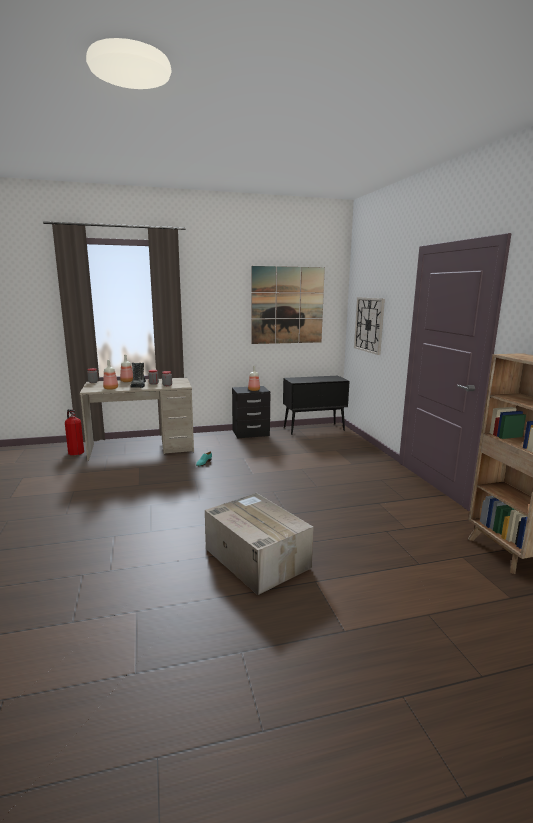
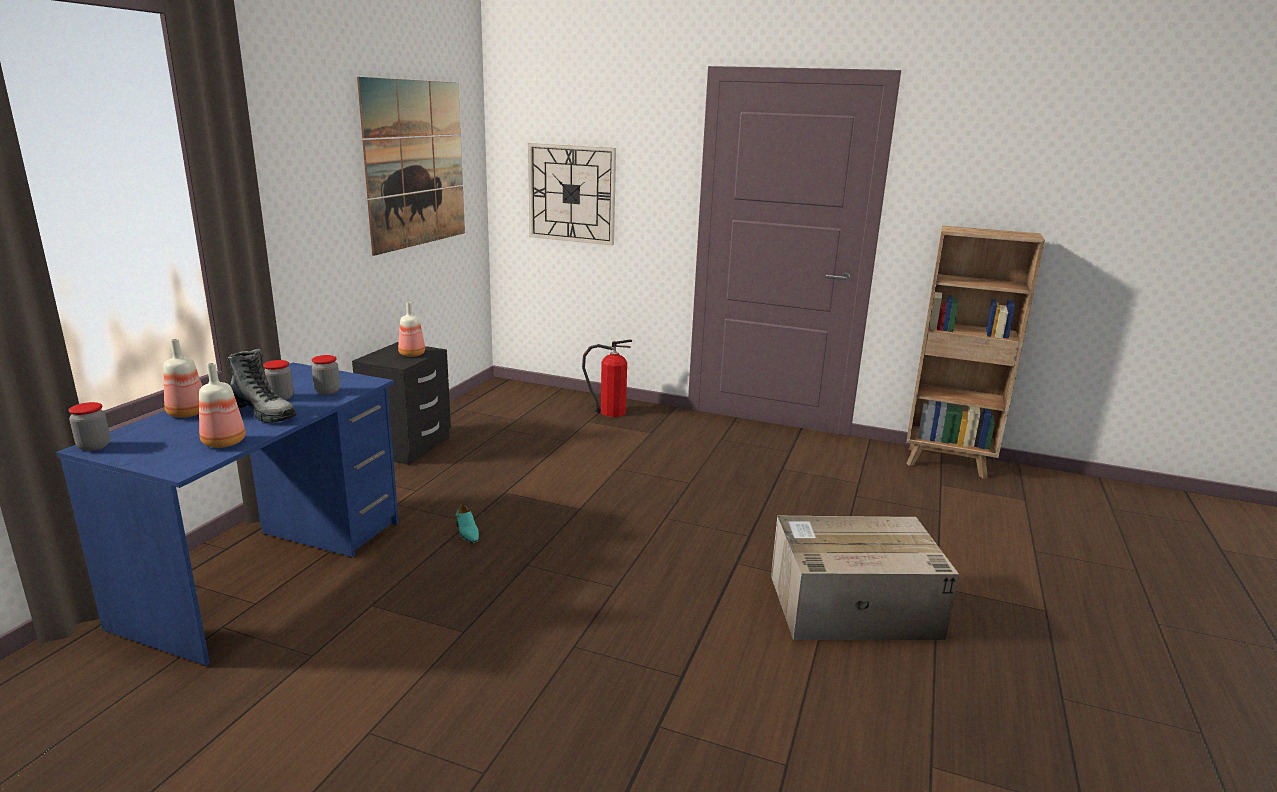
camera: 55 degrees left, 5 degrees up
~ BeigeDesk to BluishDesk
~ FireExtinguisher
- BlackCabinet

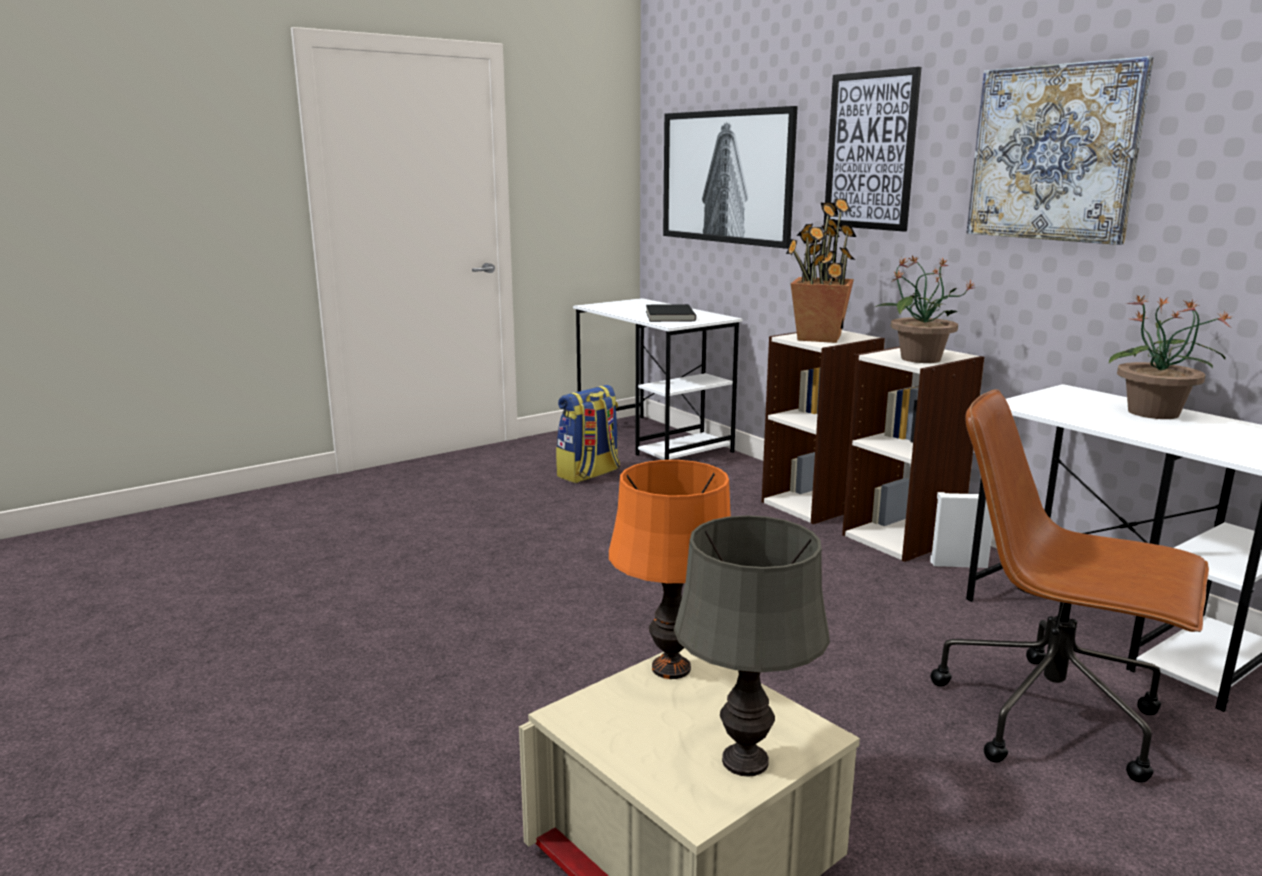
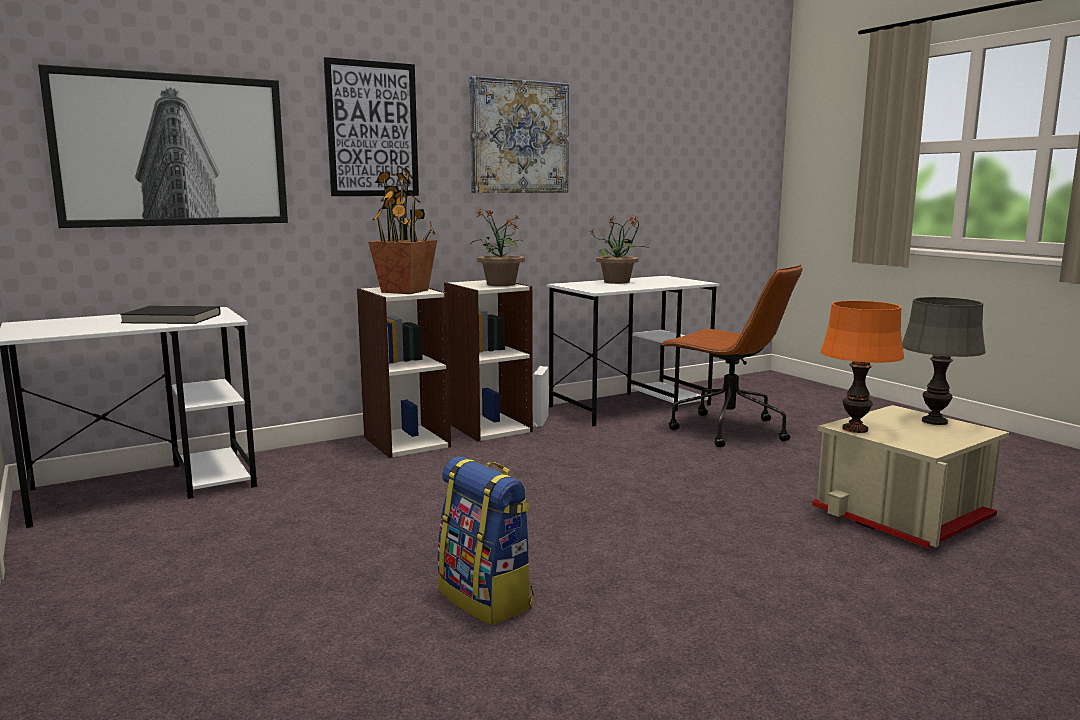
camera: 85 degrees left, 5 degrees down
~ Backpack
~ BrownComputerChair 90 degrees counterclockwise

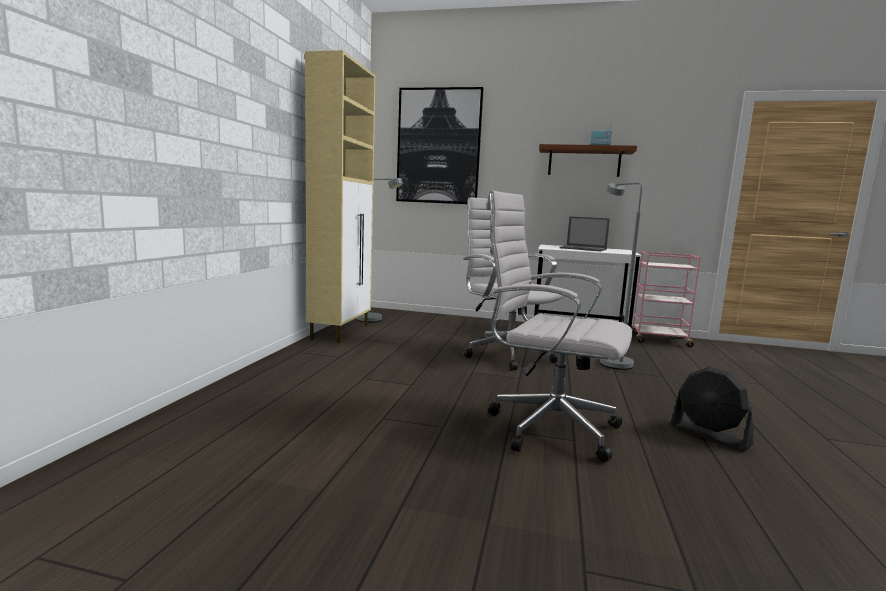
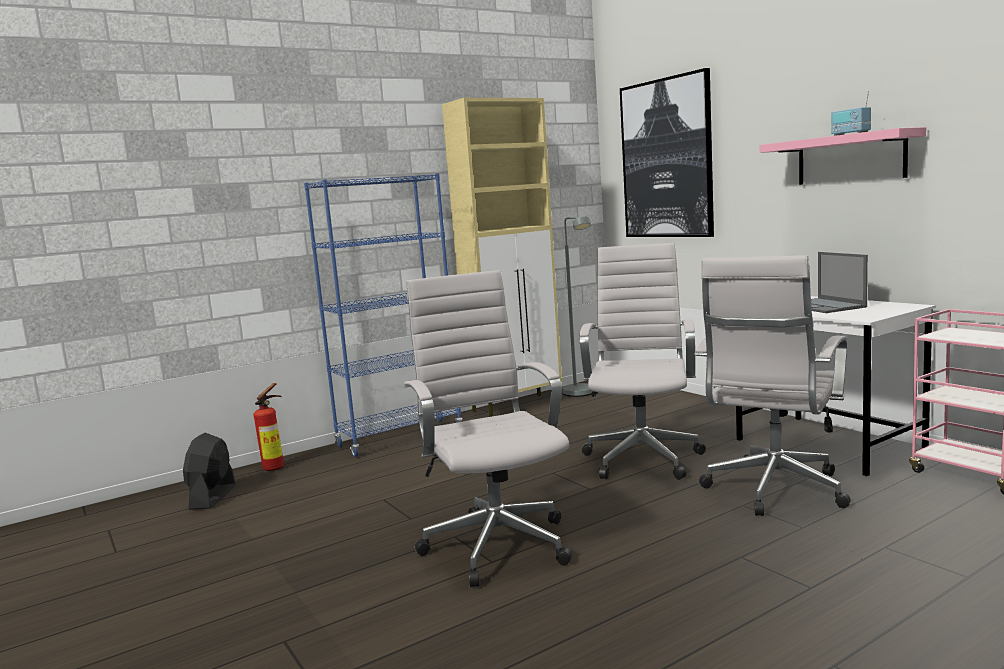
camera: 45 degrees right, 0 degrees up
~ BlackFan
+ FireExtinguisher
+ BluishBookshelf
~ GreyFloorLamp (no. 2 from left) to WhiteColouredComputerChair (no. 3 from left)
~ BrownWallShelf to PinkWallShelf

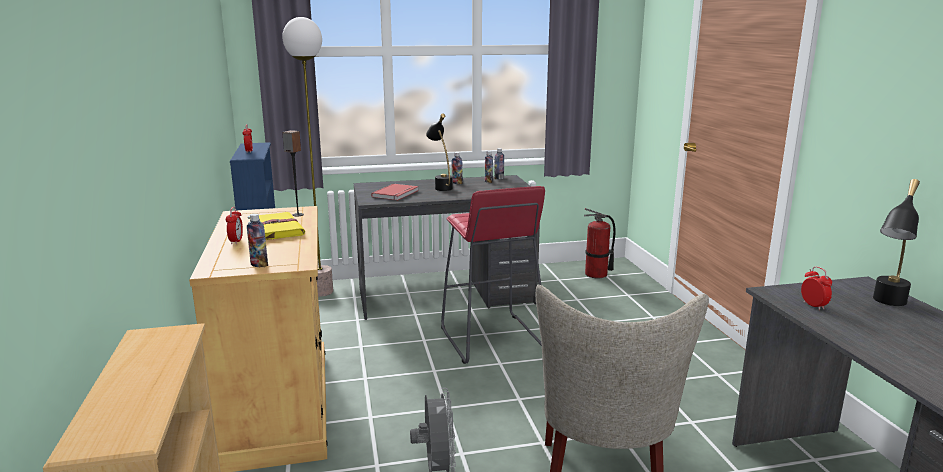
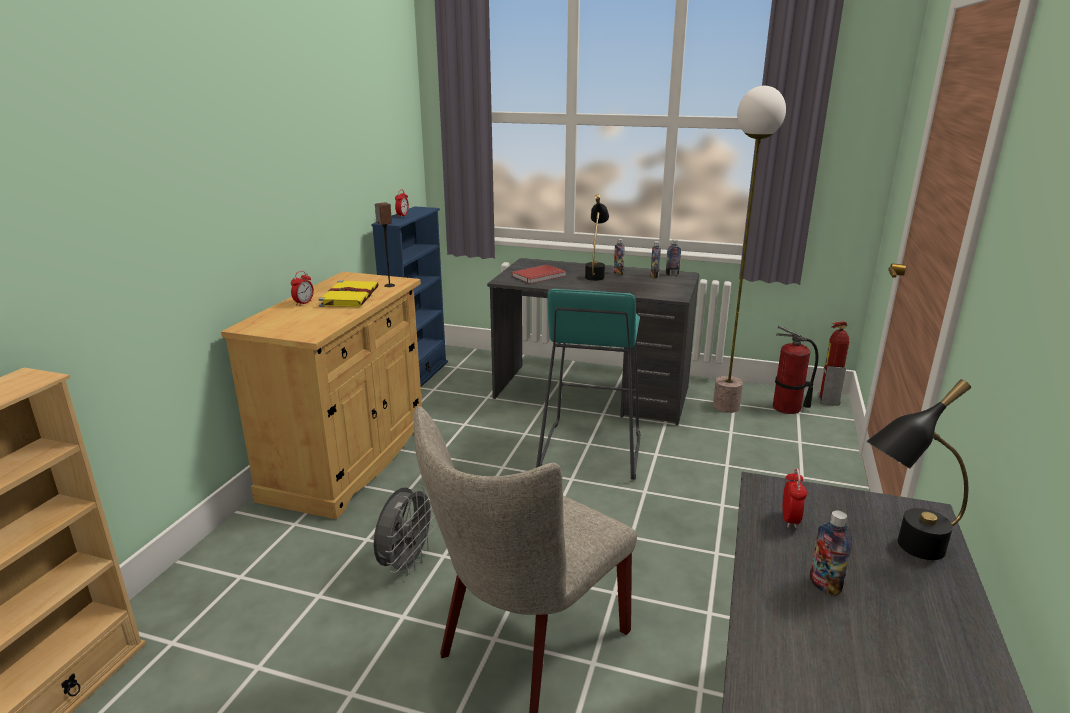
camera: 30 degrees right, 5 degrees up
~ RedColouredSittingStool to BlueGreenSittingStool
~ FloorLamp
~ BeverageBottle (no. 1 from left in the first image) to BeverageBottle (no. 4 from left)
+ FireExtinguisher (no. 2 from left)

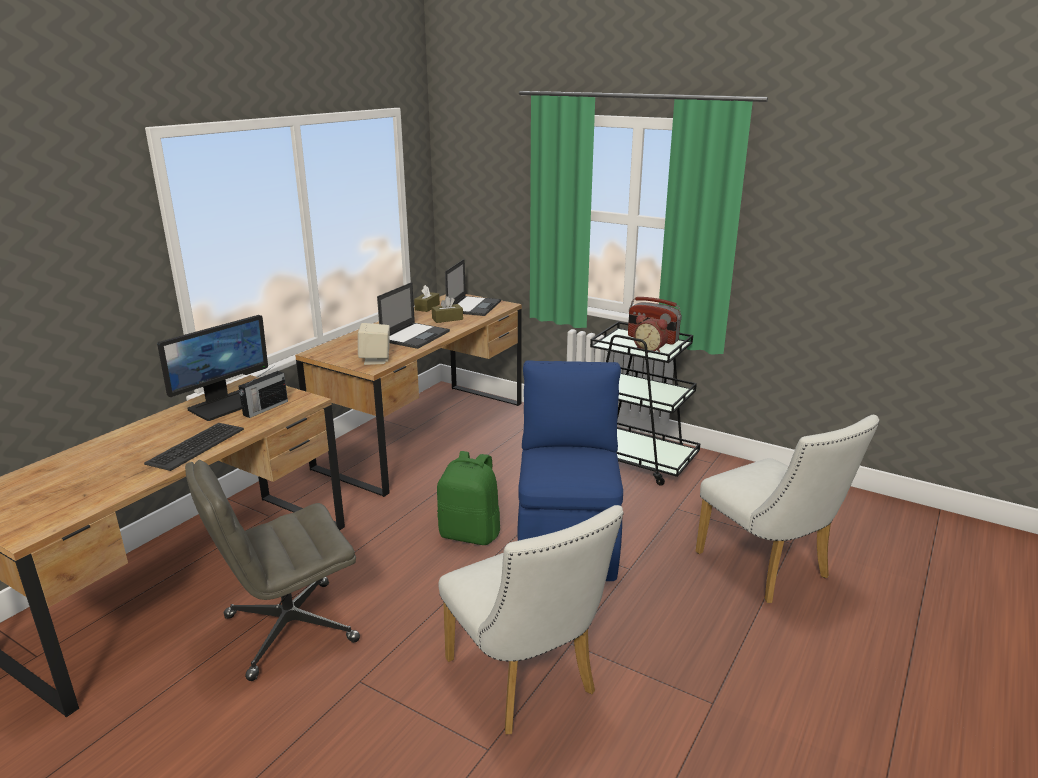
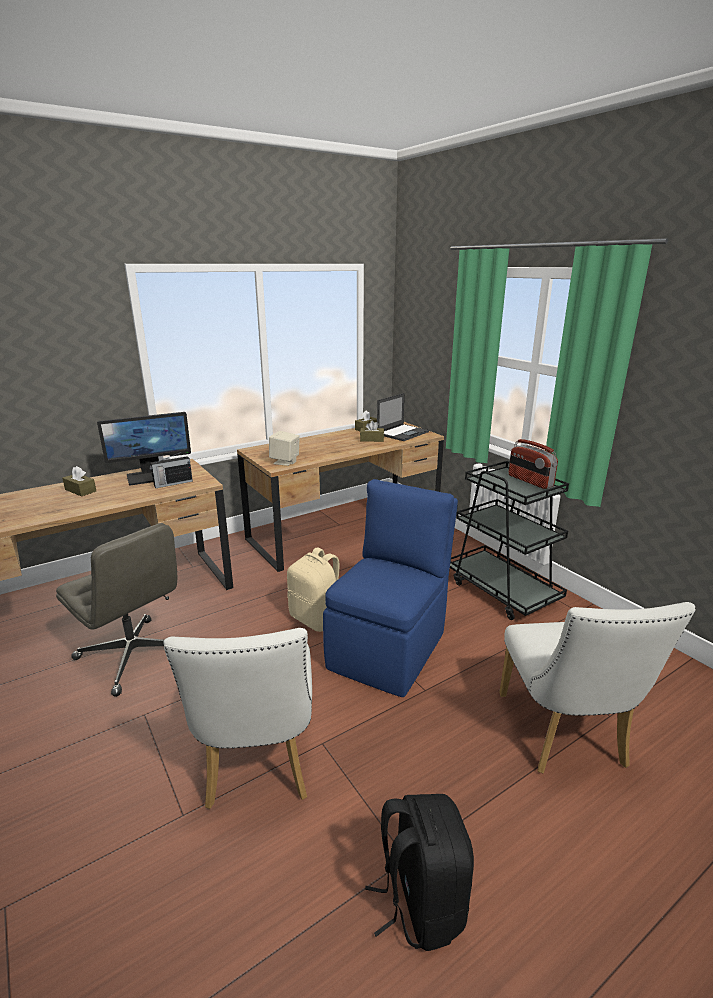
camera: 25 degrees right, 0 degrees up
~ GreyComputerChair 135 degrees counterclockwise
+ BrownTissueBox (no. 1 from left)
~ GreenColouredBackpack to BeigeBackpack
+ BlackBackpack
- Keyboard
- Laptop (no. 1 from left)
- AlarmClock

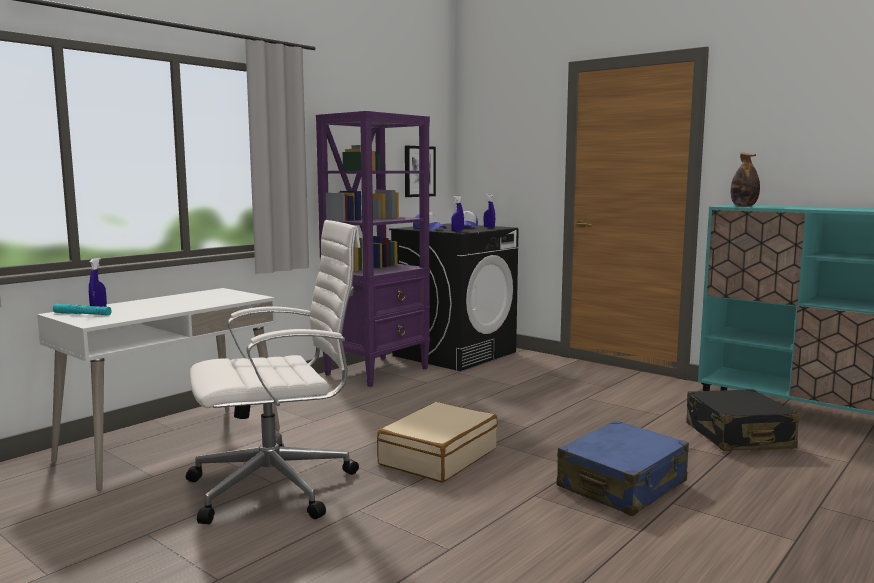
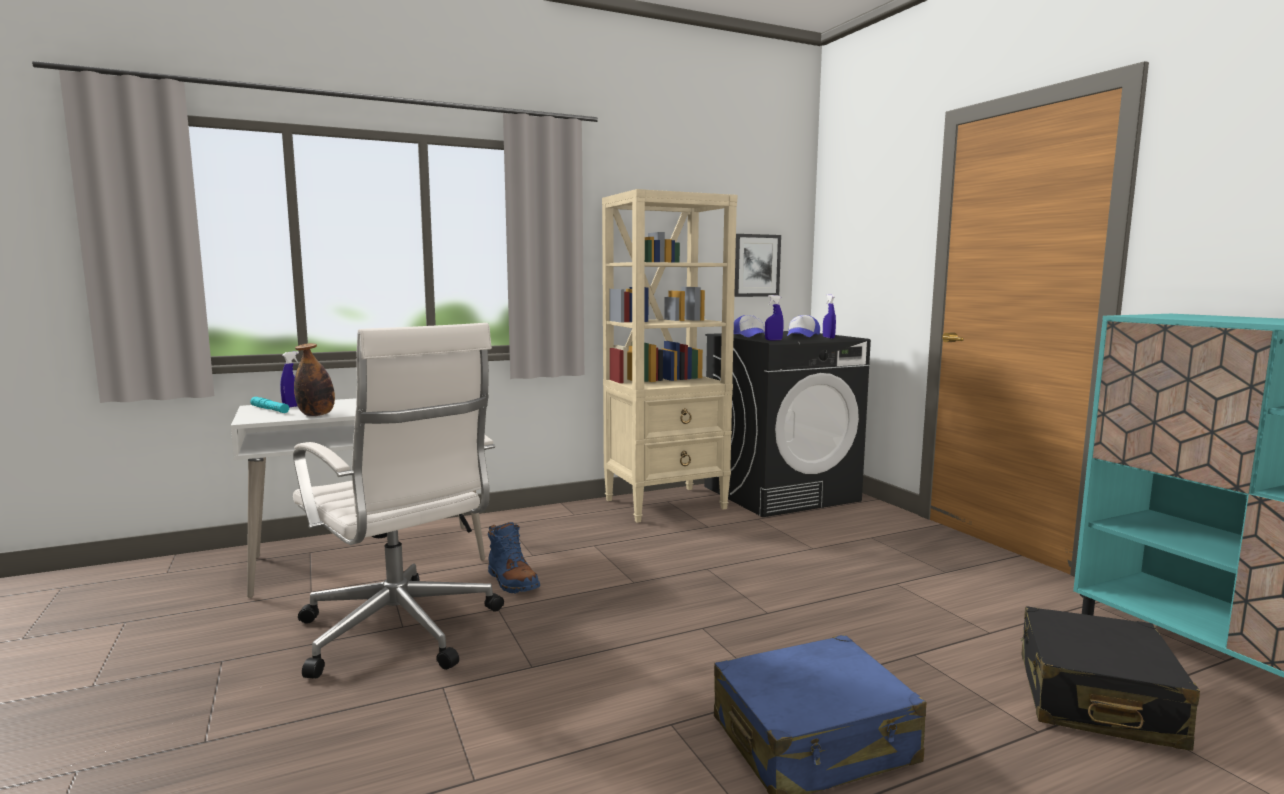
camera: 25 degrees right, 0 degrees up
~ WhiteColouredComputerChair 45 degrees clockwise
~ BeverageBottle
+ BluishBoot
~ PurpleColouredBookshelf to BeigeBookshelf
- BeigePieceOfLuggage

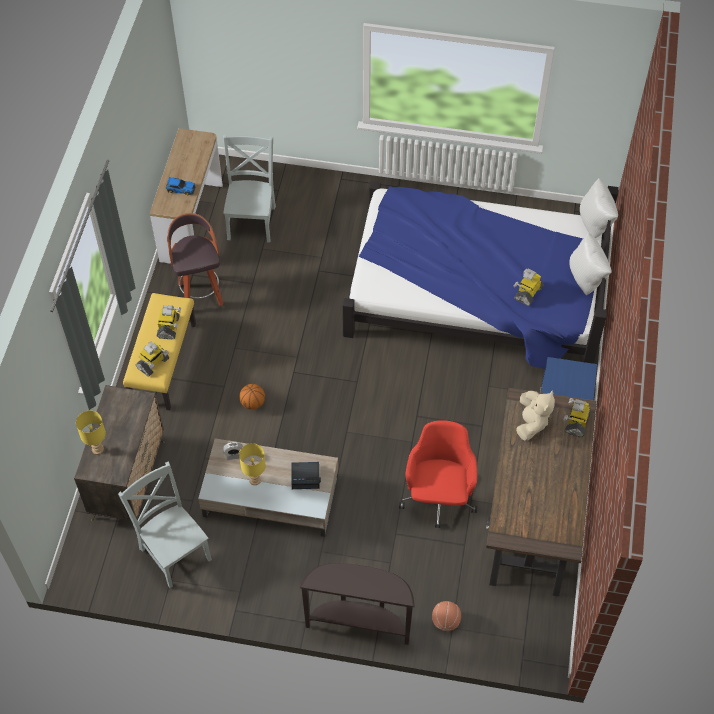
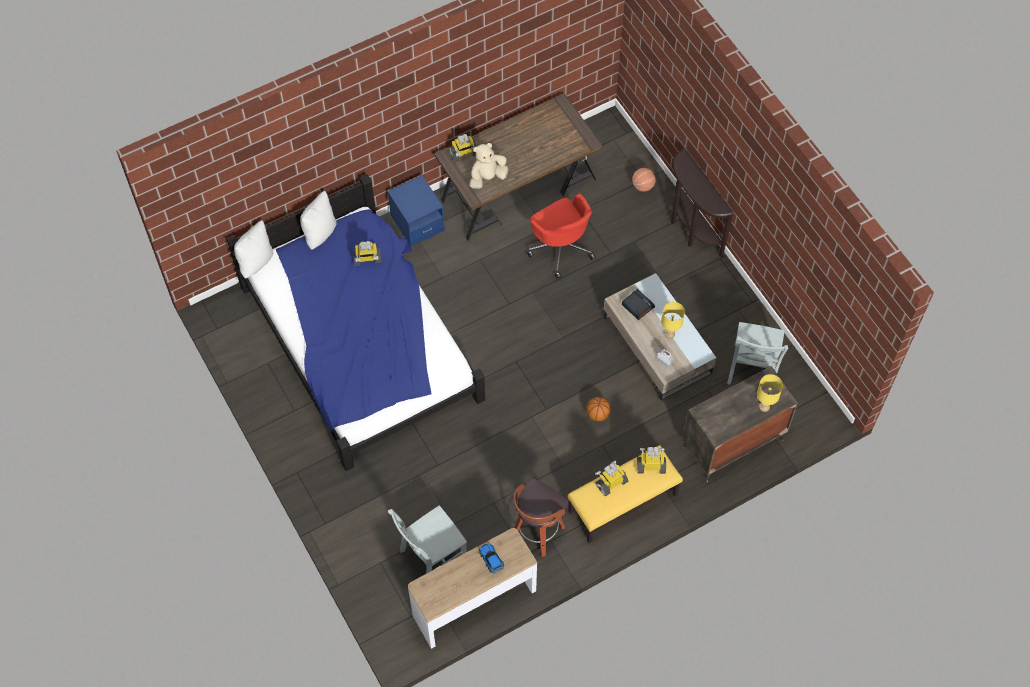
camera: 130 degrees left, 5 degrees up
~ RedColouredComputerChair 90 degrees counterclockwise

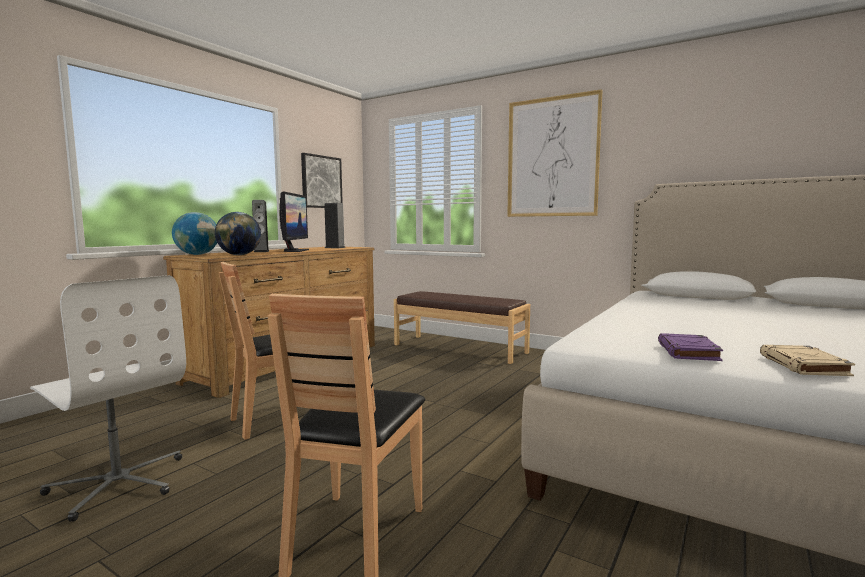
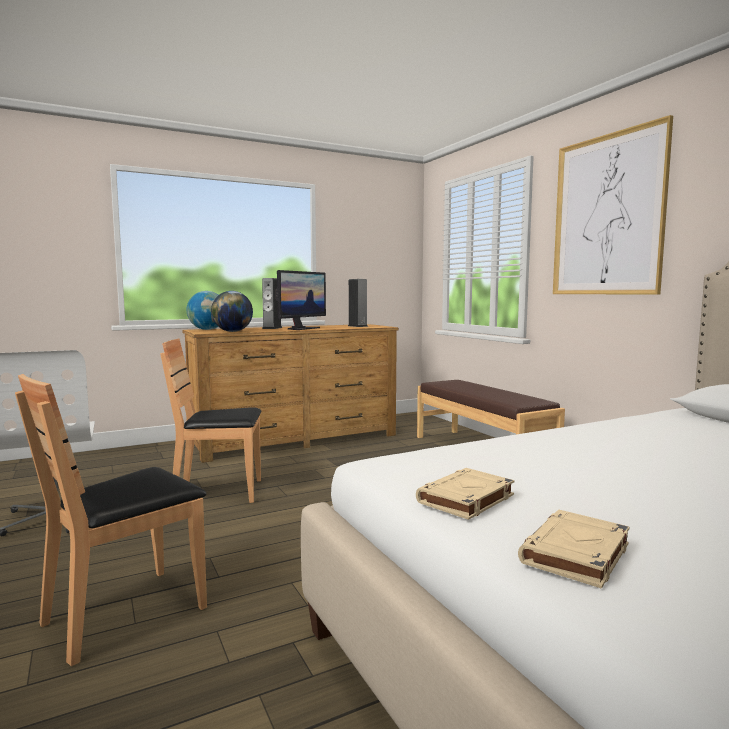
camera: 30 degrees right, 0 degrees up
~ PurpleColouredBoundBook to BeigeBoundBook (no. 1 from left)
- Picture (no. 1 from left)

